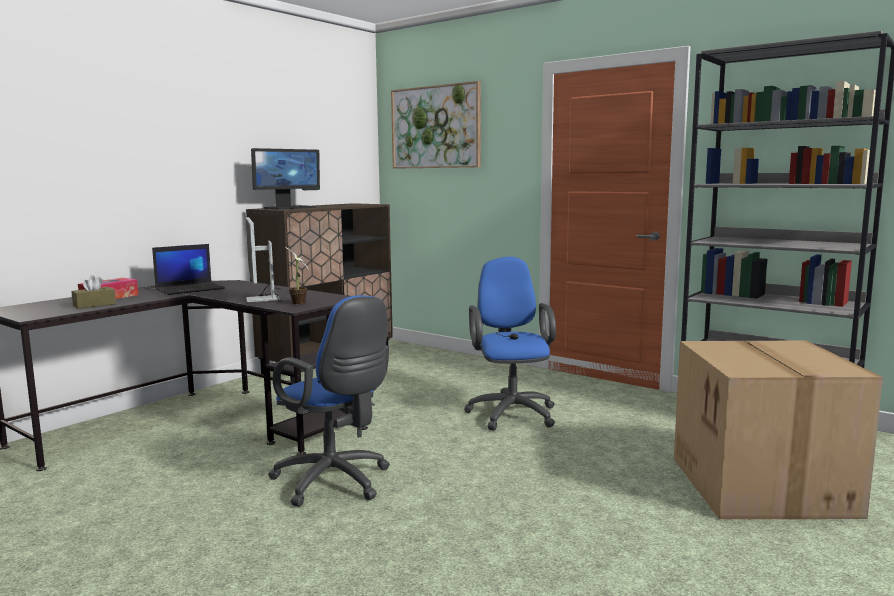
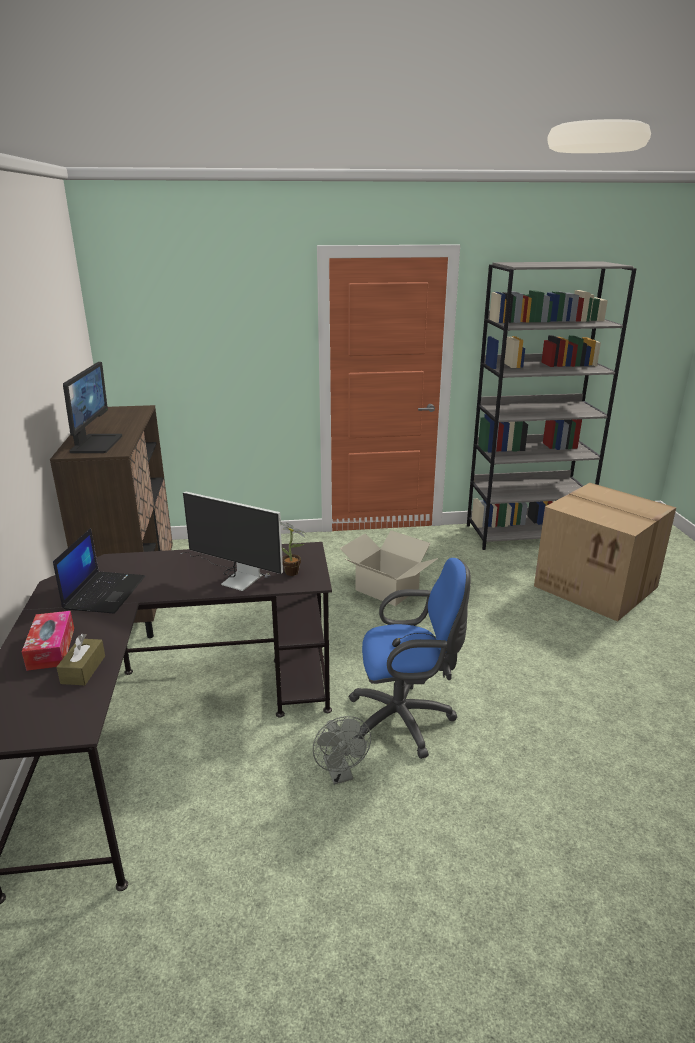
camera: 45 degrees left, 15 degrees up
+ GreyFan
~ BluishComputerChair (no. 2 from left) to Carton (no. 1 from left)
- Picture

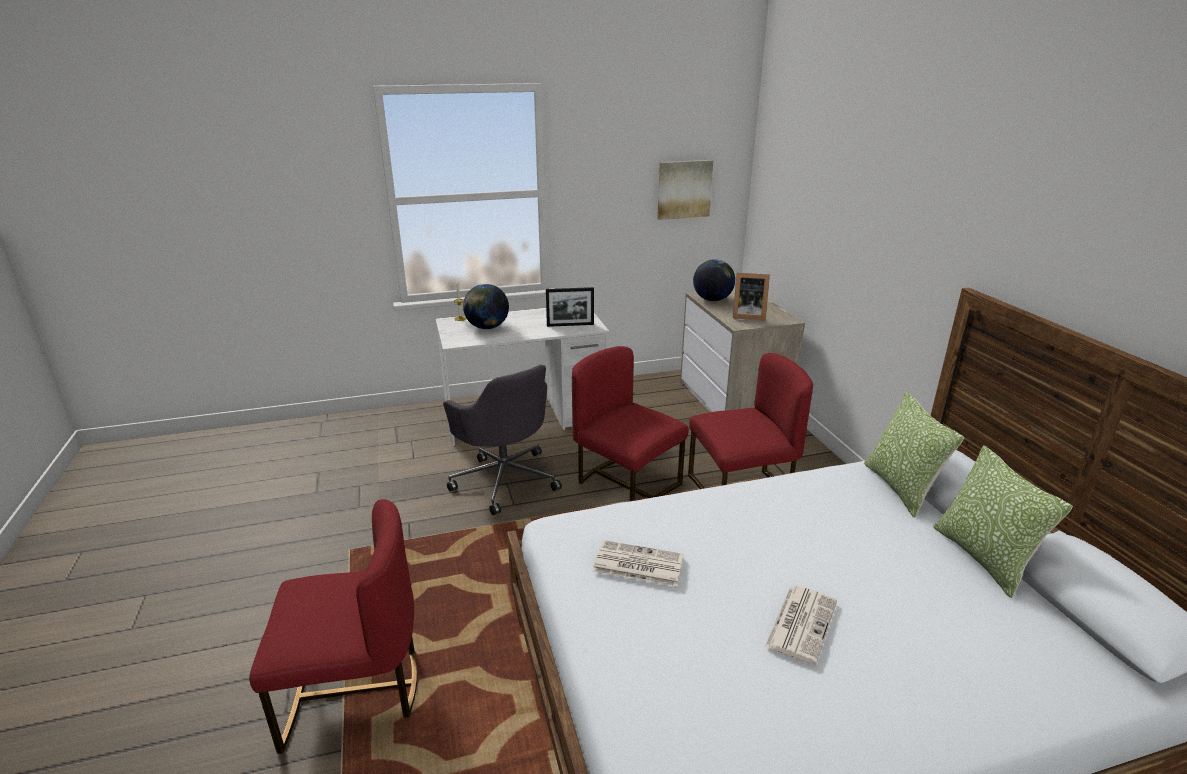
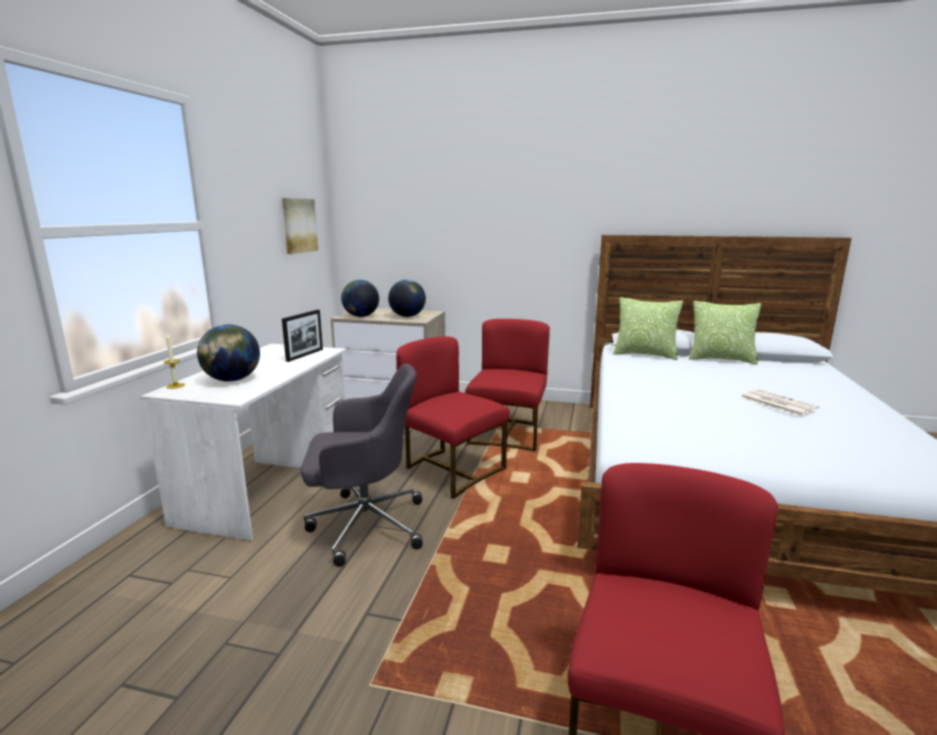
camera: 60 degrees left, 10 degrees down
~ PhotoFrame (no. 2 from left) to Globe (no. 3 from left)
~ RedColouredUprightChair (no. 2 from left in the first image) 60 degrees clockwise
- DailyPaper (no. 1 from left)

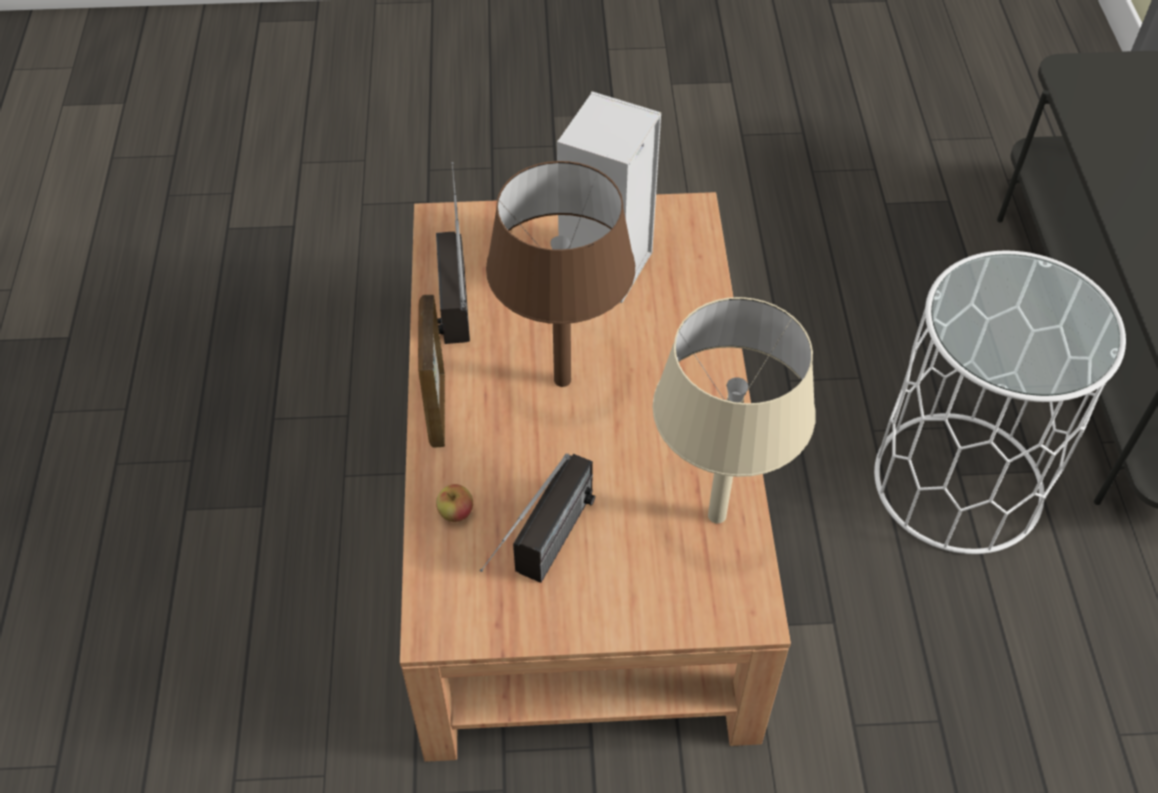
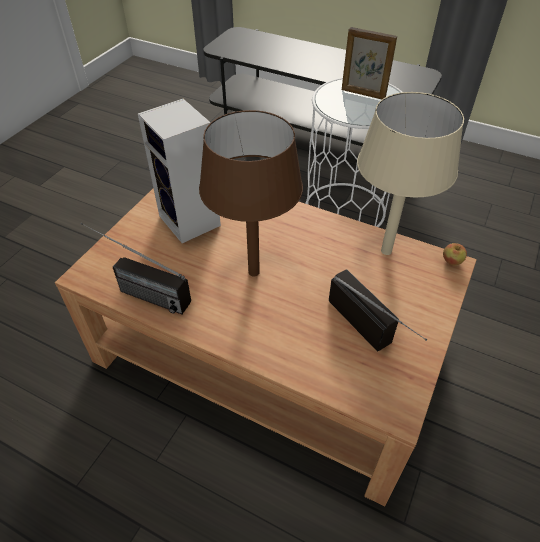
camera: 60 degrees left, 5 degrees down
~ PhotoFrame
~ AppleFruit

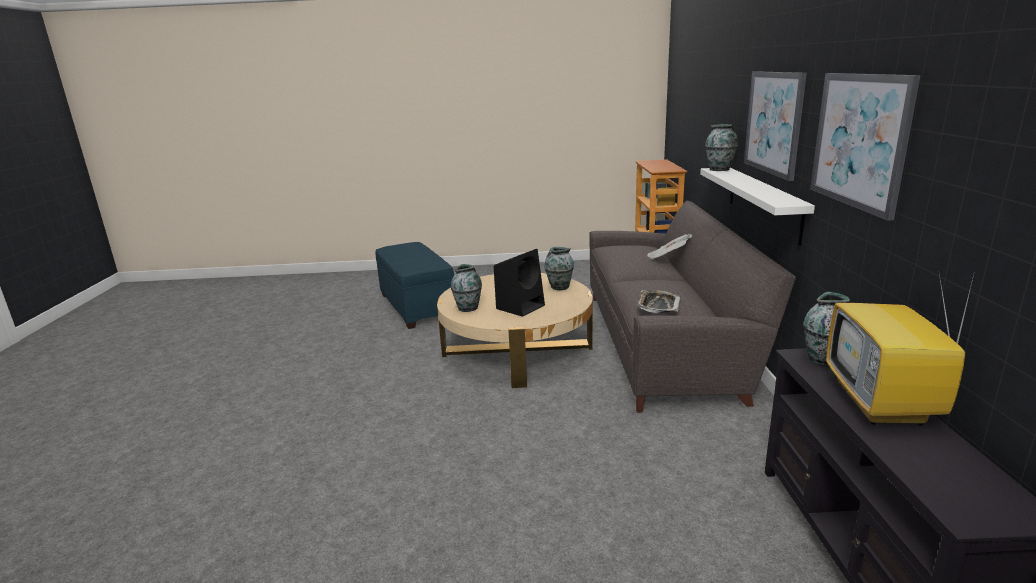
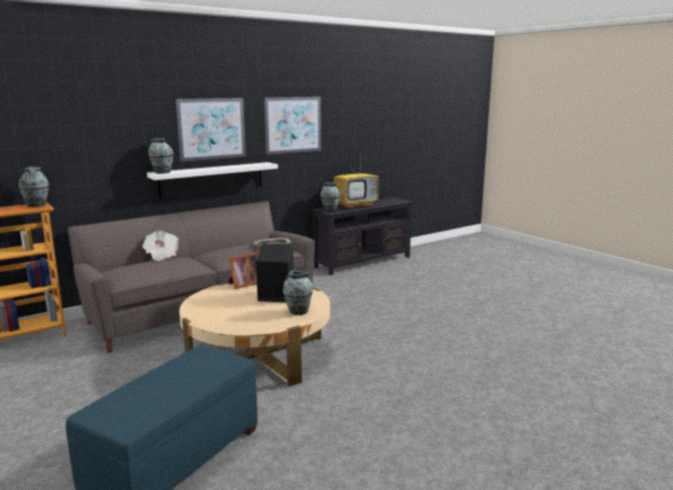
camera: 125 degrees left, 5 degrees down
~ DecorativeVase (no. 2 from left in the first image) to DecorativeVase (no. 1 from left)
+ PhotoFrame

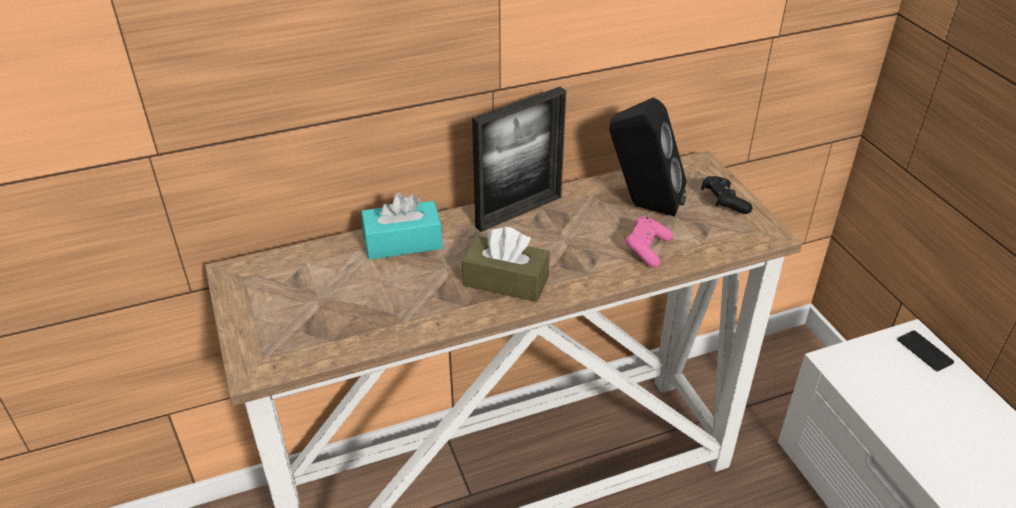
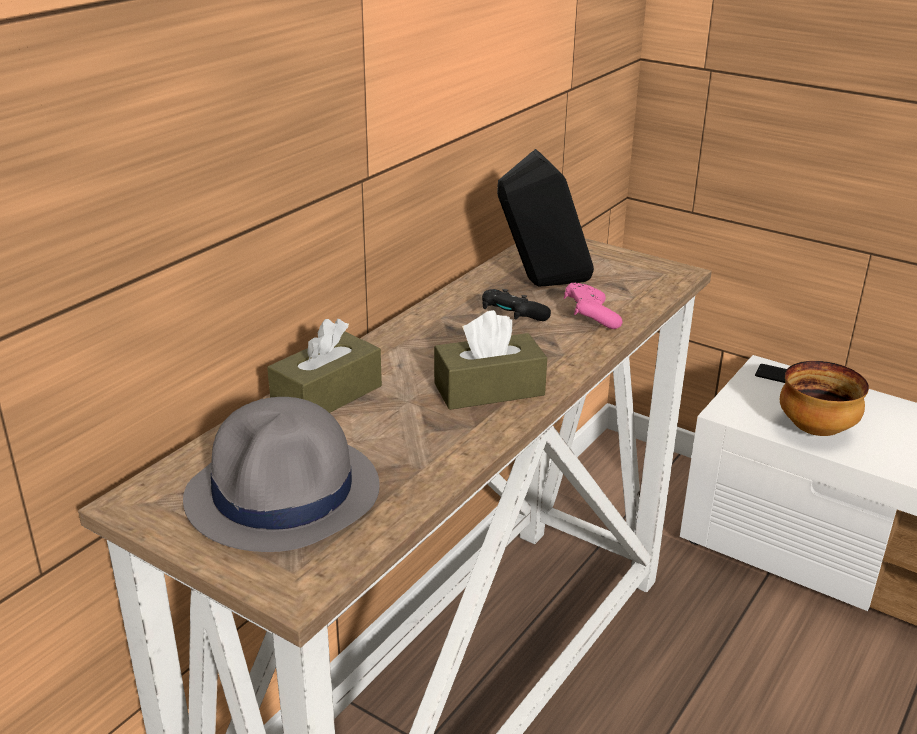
camera: 35 degrees left, 10 degrees down
+ GreyClothingHat
~ BlueGreenTissueBox to BrownTissueBox (no. 1 from left)
~ BlackGameController
+ DeepDish
- PhotoFrame

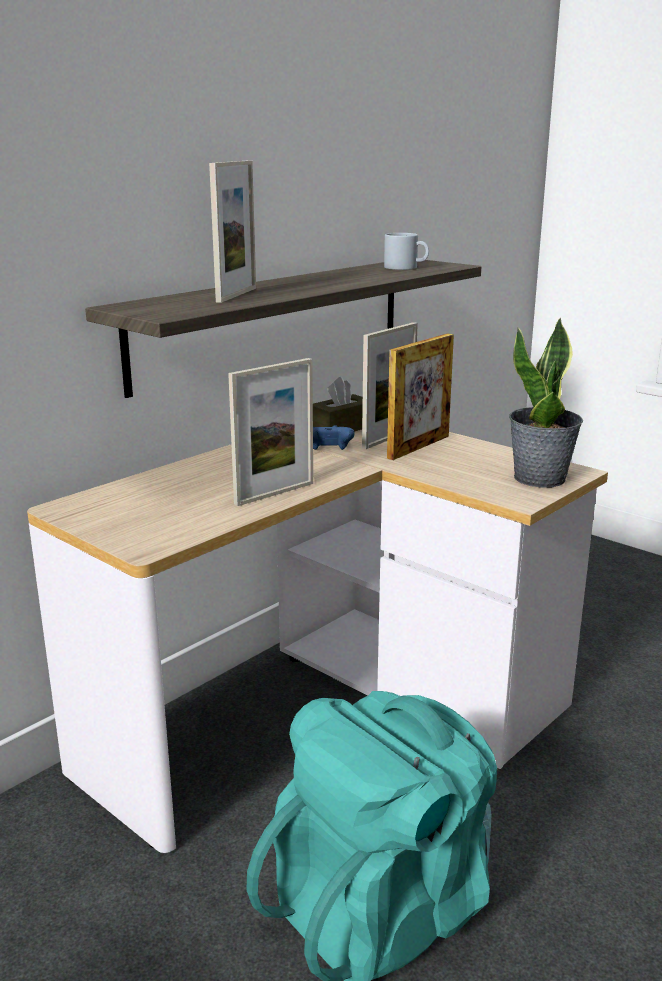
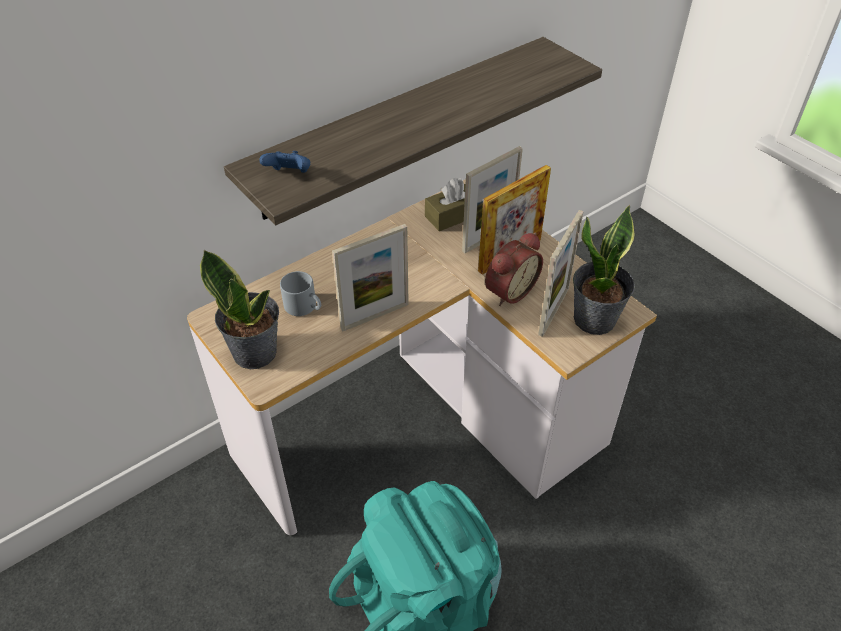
camera: 10 degrees right, 25 degrees up
+ Houseplant (no. 1 from left)
~ BluishGameController
~ GreyMug
+ AlarmClock
~ PhotoFrame (no. 1 from left in the first image) to PhotoFrame (no. 4 from left)

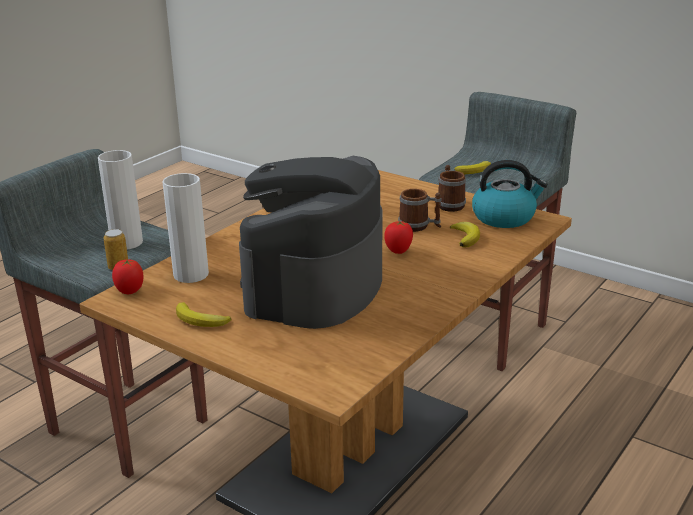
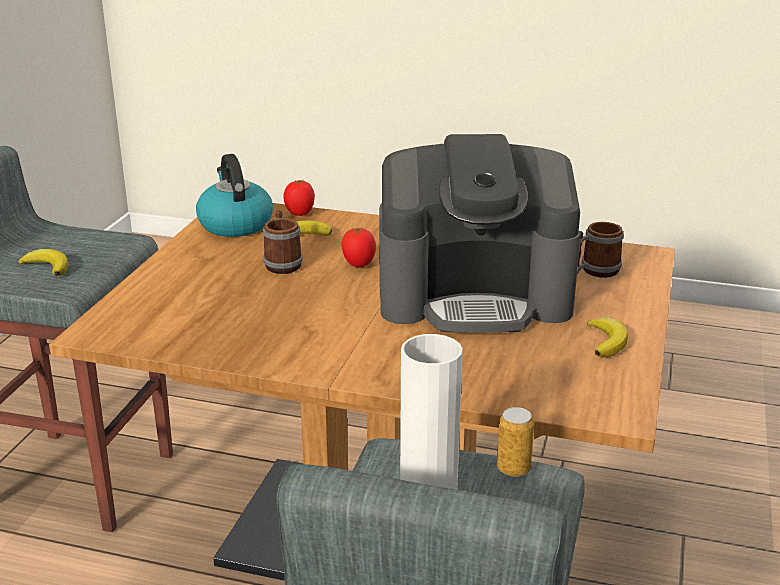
camera: 110 degrees left, 0 degrees up
~ FreshTomato (no. 1 from left)
~ Mug (no. 2 from left)
- WhiteColouredDecorativeVase (no. 2 from left)

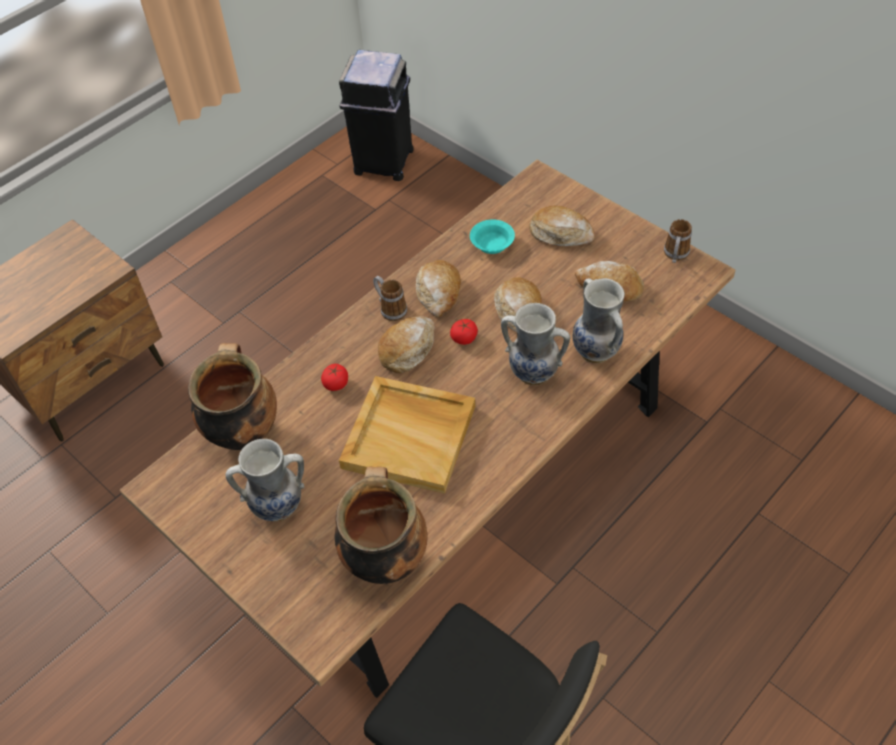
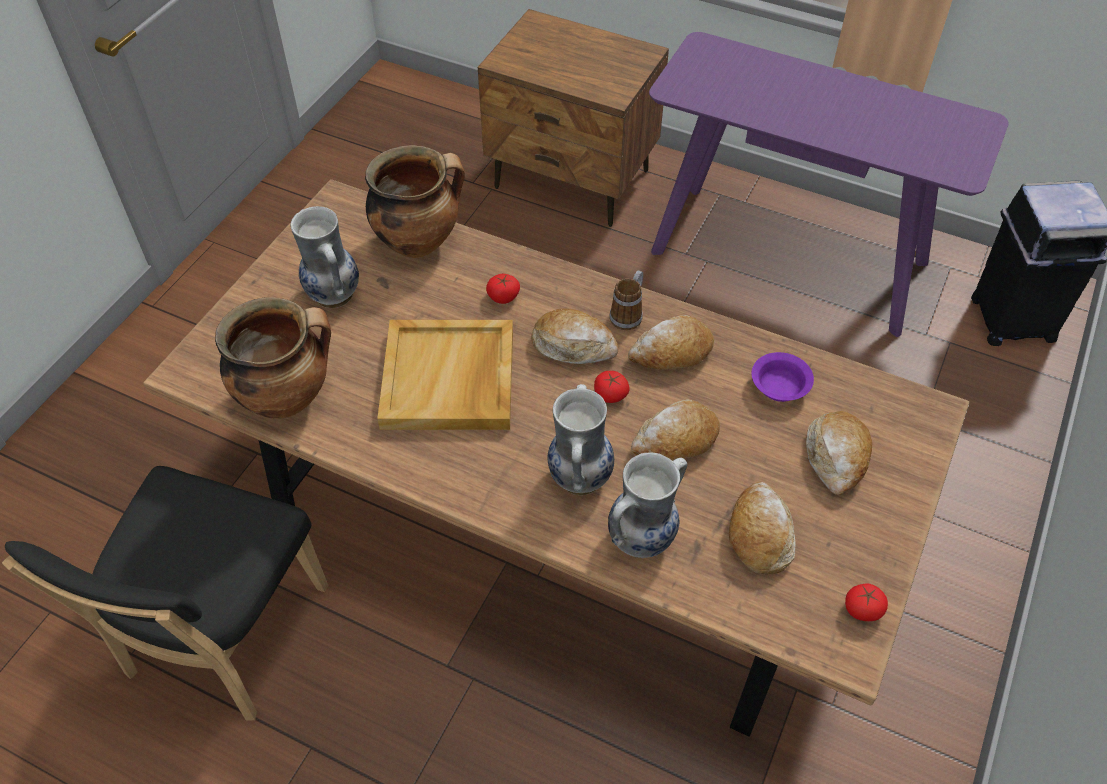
camera: 70 degrees right, 0 degrees up
+ PurpleColouredHallTable
~ BlueGreenDeepDish to PurpleColouredDeepDish
~ Mug (no. 2 from left) to FreshTomato (no. 3 from left)

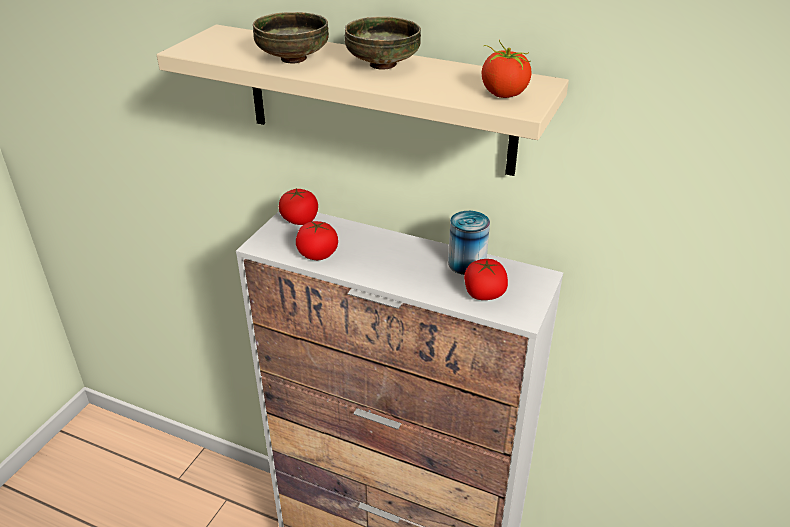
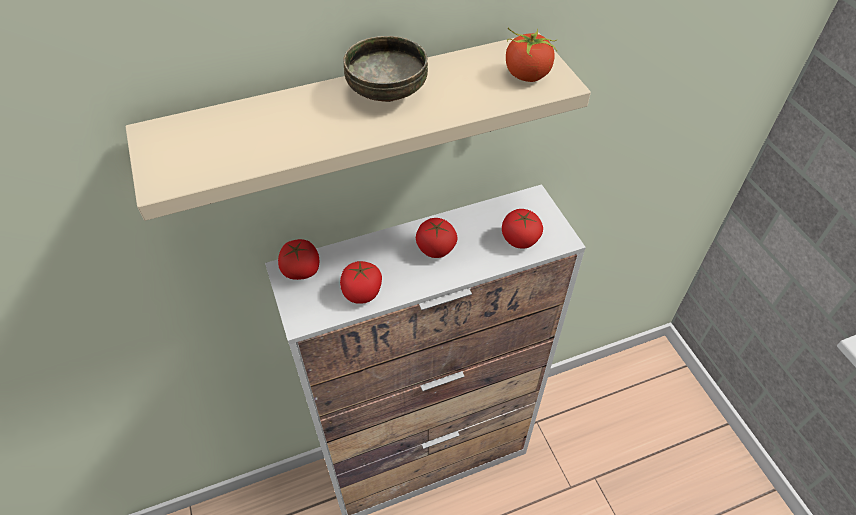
camera: 45 degrees left, 15 degrees up
+ FreshTomato (no. 3 from left)
- DeepDish (no. 1 from left)
- MetalCan

